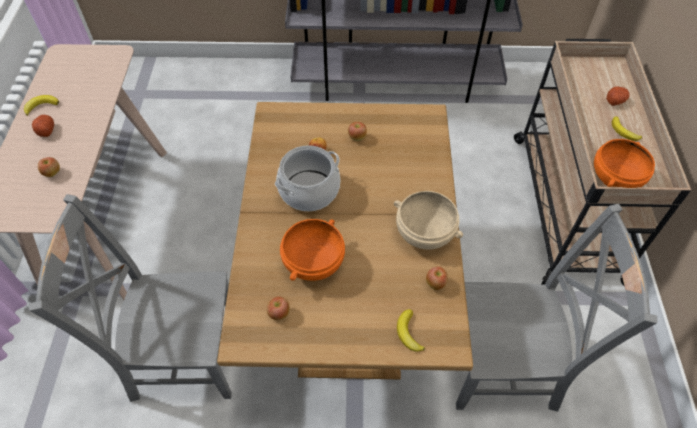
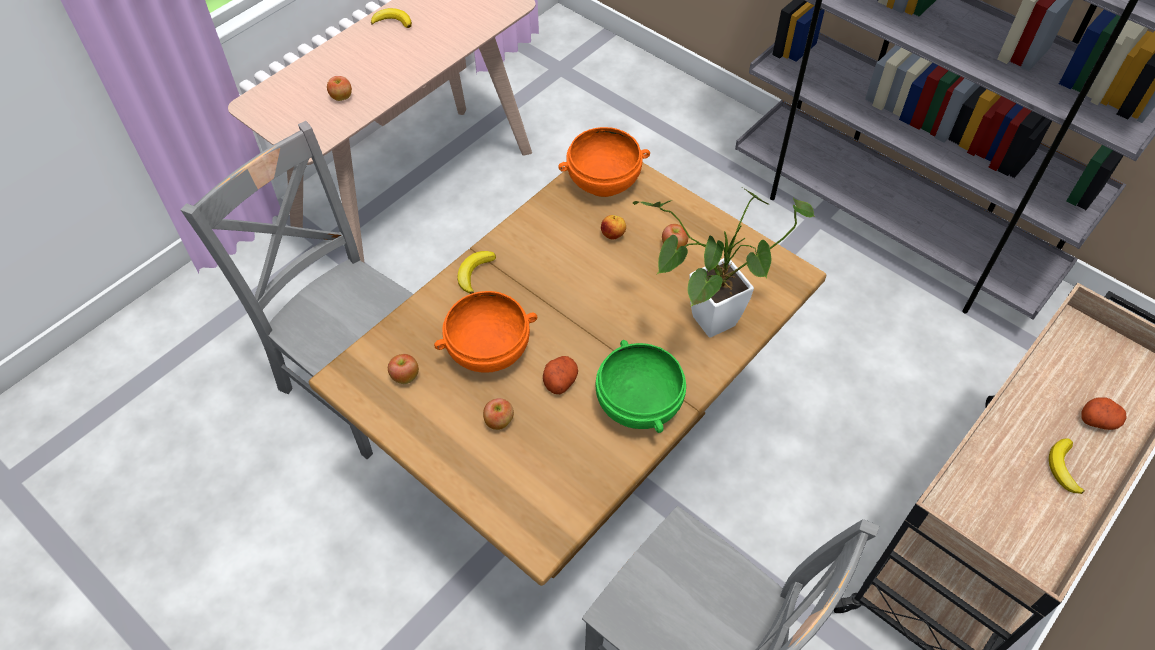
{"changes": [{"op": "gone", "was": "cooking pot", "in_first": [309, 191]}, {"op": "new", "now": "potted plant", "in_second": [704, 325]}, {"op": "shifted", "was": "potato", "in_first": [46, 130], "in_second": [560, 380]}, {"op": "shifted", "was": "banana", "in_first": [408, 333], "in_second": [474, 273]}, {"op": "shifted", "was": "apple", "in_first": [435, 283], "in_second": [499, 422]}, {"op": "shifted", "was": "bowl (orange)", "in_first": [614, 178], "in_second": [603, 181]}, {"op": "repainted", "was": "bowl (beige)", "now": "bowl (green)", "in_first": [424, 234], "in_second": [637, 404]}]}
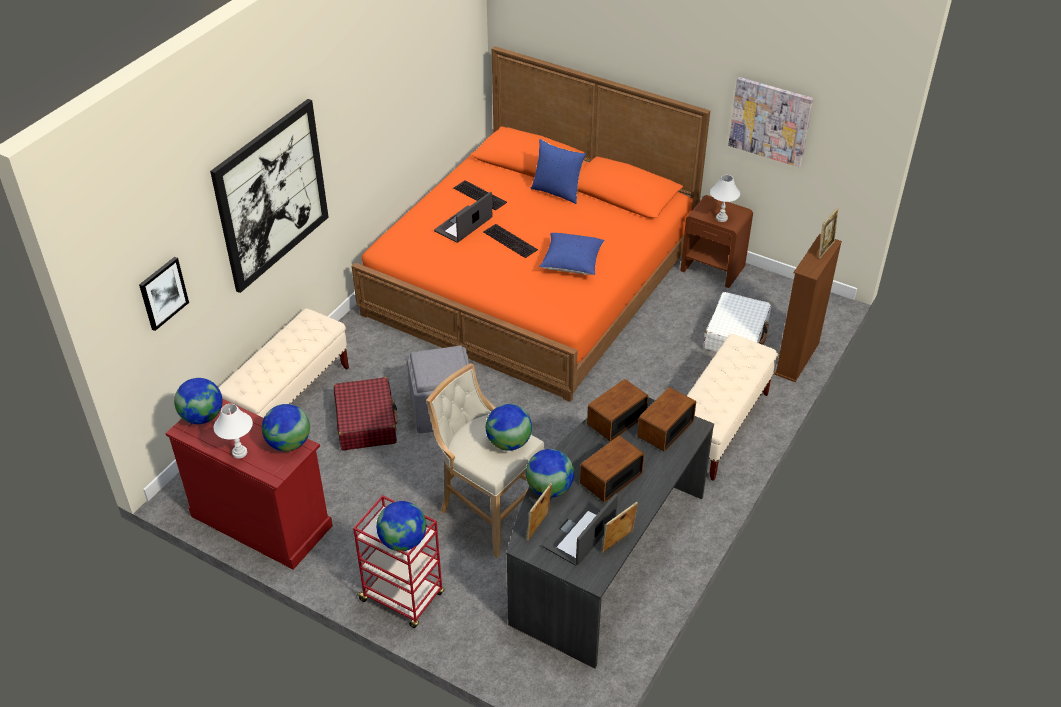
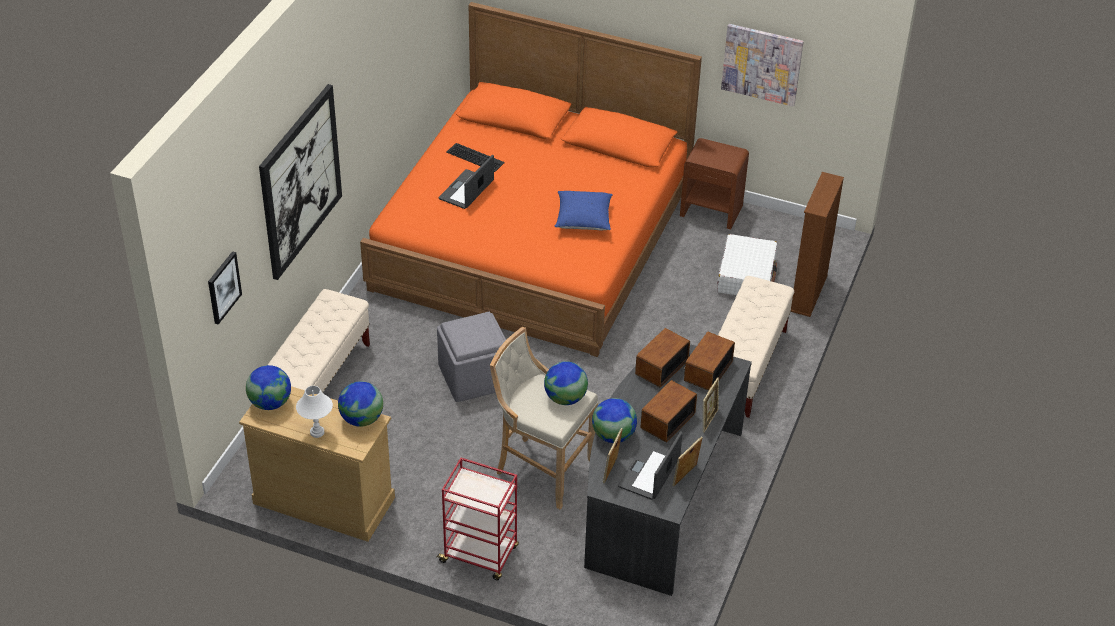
{"changes": [{"op": "gone", "was": "suitcase (red)", "in_first": [366, 422]}, {"op": "gone", "was": "globe", "in_first": [403, 541]}, {"op": "gone", "was": "keyboard", "in_first": [511, 240]}, {"op": "gone", "was": "pillow (blue)", "in_first": [557, 192]}, {"op": "gone", "was": "table lamp (white)", "in_first": [721, 218]}, {"op": "shifted", "was": "picture frame", "in_first": [825, 249], "in_second": [709, 420]}, {"op": "repainted", "was": "dresser (red)", "now": "dresser (beige)", "in_first": [261, 520], "in_second": [324, 500]}]}
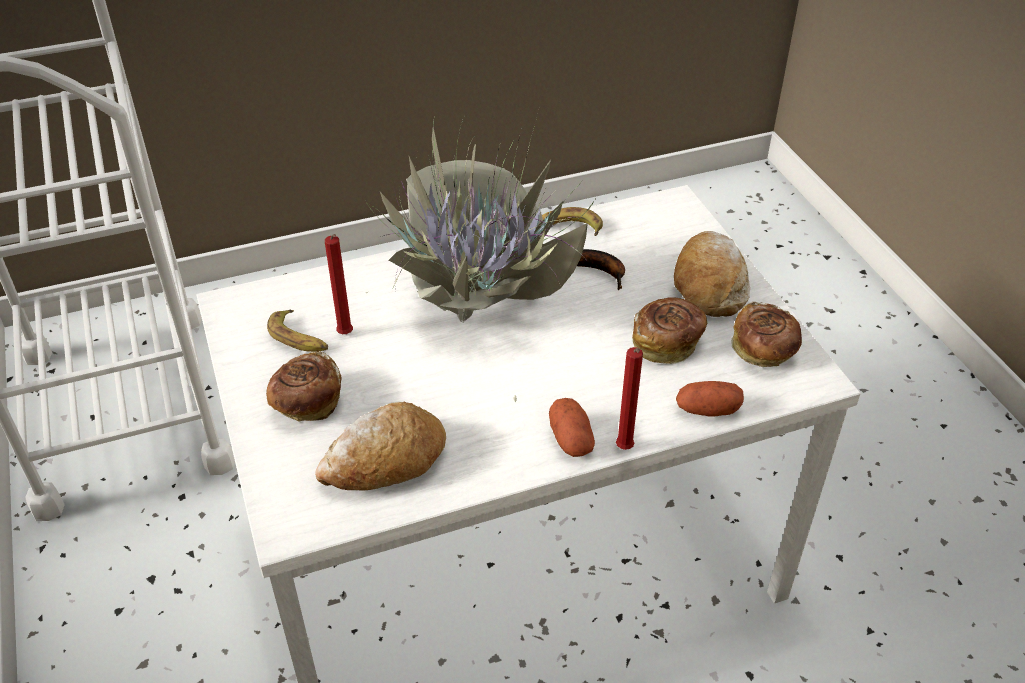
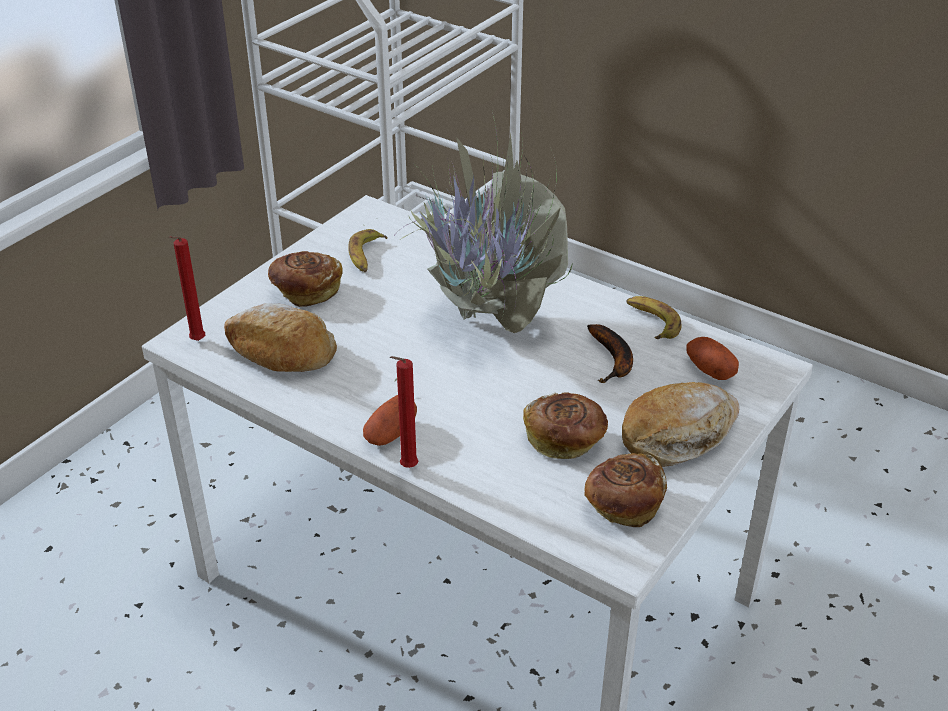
{"changes": [{"op": "shifted", "was": "candle (red)", "in_first": [346, 335], "in_second": [196, 342]}, {"op": "shifted", "was": "potato", "in_first": [707, 410], "in_second": [710, 370]}]}
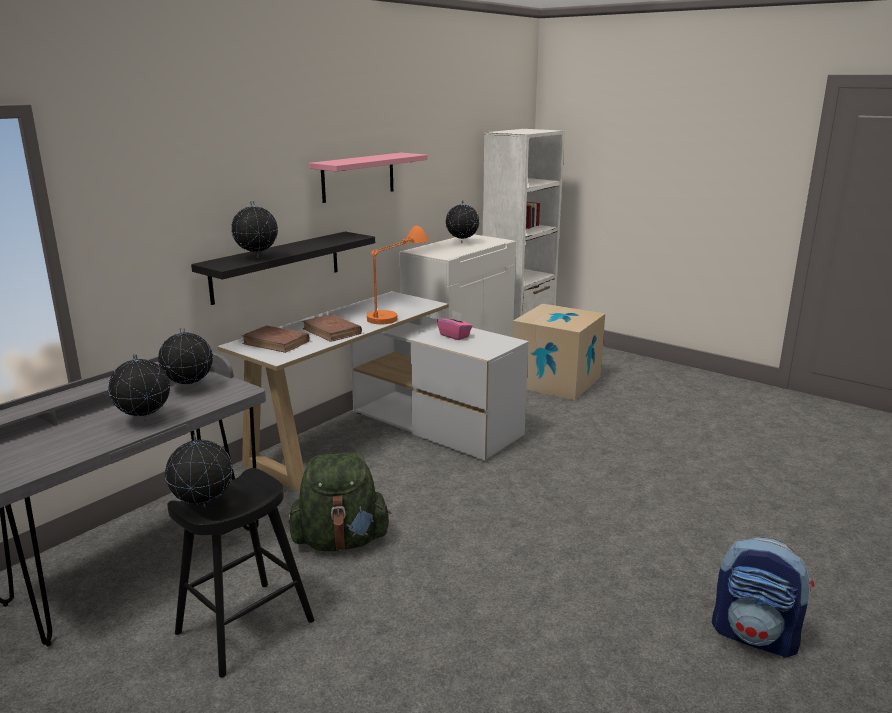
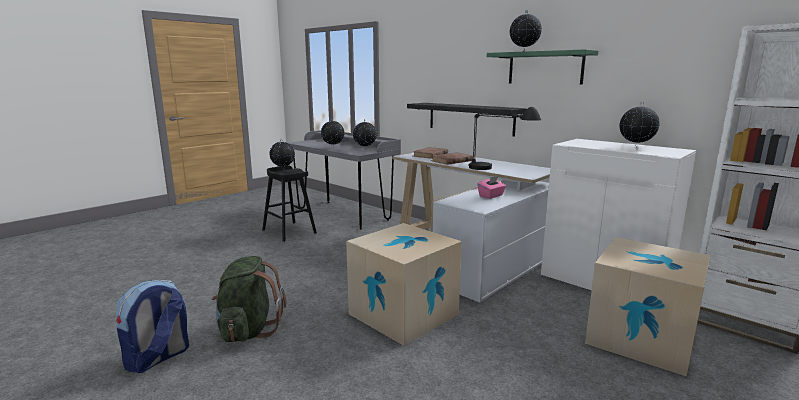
{"changes": [{"op": "new", "now": "cardboard box", "in_second": [403, 314]}, {"op": "shifted", "was": "globe", "in_first": [257, 257], "in_second": [523, 51]}, {"op": "shifted", "was": "backpack (green)", "in_first": [341, 541], "in_second": [248, 330]}, {"op": "repainted", "was": "shelf (pink)", "now": "shelf (green)", "in_first": [358, 177], "in_second": [545, 68]}, {"op": "repainted", "was": "table lamp (orange)", "now": "table lamp (black)", "in_first": [397, 312], "in_second": [499, 170]}]}
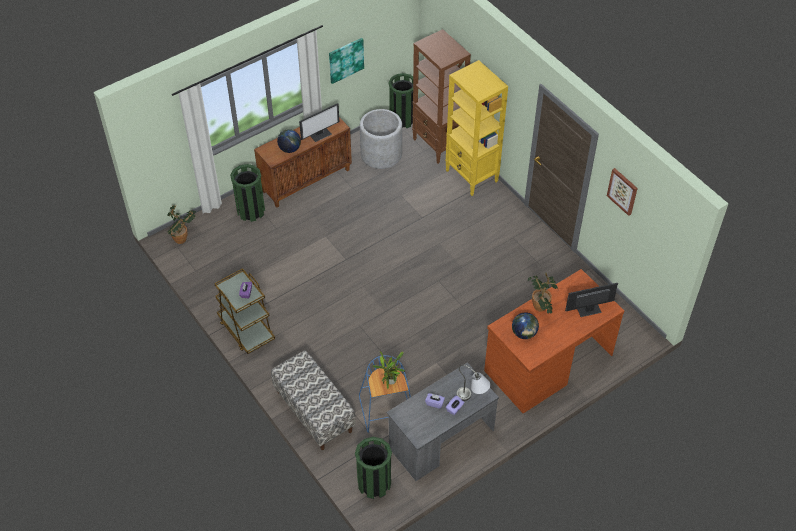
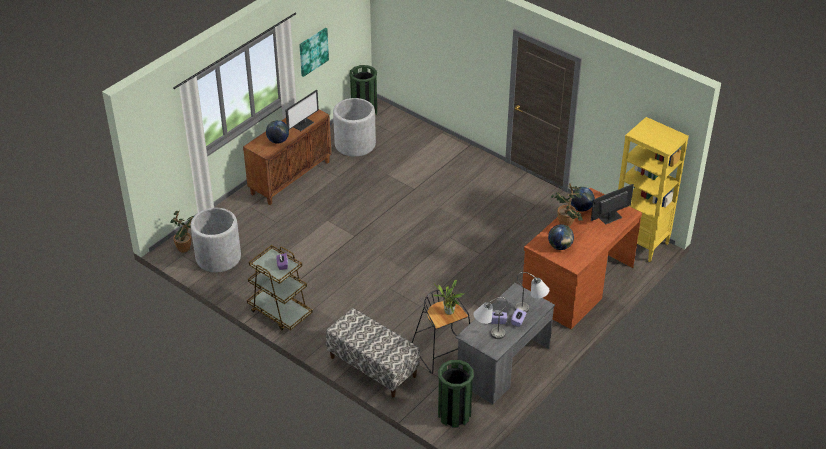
{"changes": [{"op": "gone", "was": "trash can (green)", "in_first": [251, 211]}, {"op": "gone", "was": "bookcase (brown)", "in_first": [438, 145]}, {"op": "gone", "was": "picture", "in_first": [623, 191]}, {"op": "new", "now": "planter (grey)", "in_second": [218, 257]}, {"op": "new", "now": "table lamp (grey)", "in_second": [488, 335]}, {"op": "new", "now": "globe", "in_second": [581, 208]}, {"op": "shifted", "was": "bookcase (yellow)", "in_first": [472, 176], "in_second": [640, 243]}, {"op": "repainted", "was": "stool (blue)", "now": "stool (black)", "in_first": [387, 411], "in_second": [443, 353]}]}
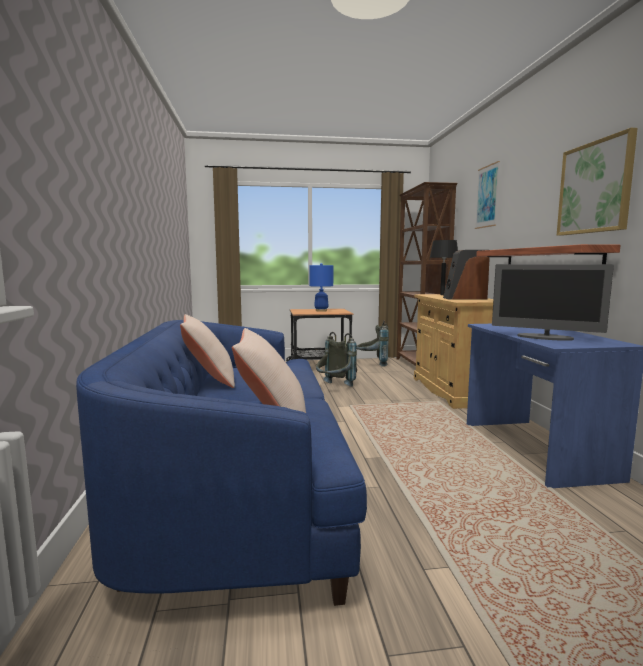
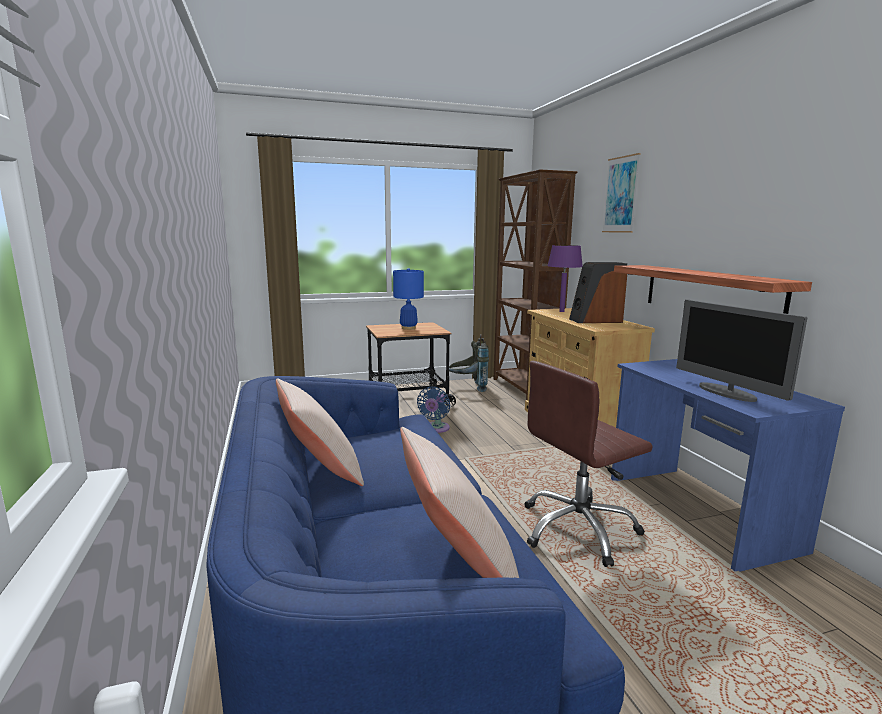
{"changes": [{"op": "gone", "was": "picture", "in_first": [595, 187]}, {"op": "new", "now": "office chair (brown)", "in_second": [578, 529]}, {"op": "swapped", "was": "backpack (grey)", "now": "fan (blue)", "in_first": [334, 387], "in_second": [436, 429]}, {"op": "repainted", "was": "table lamp (black)", "now": "table lamp (purple)", "in_first": [442, 295], "in_second": [562, 311]}, {"op": "rotated", "was": "monitor", "in_first": [545, 337], "in_second": [727, 393], "clockwise": 45}]}
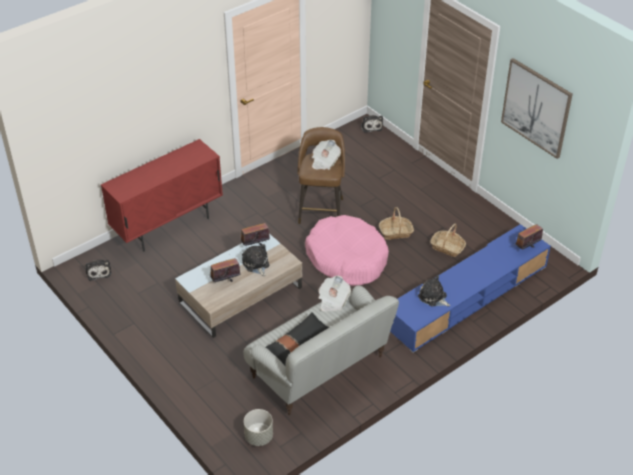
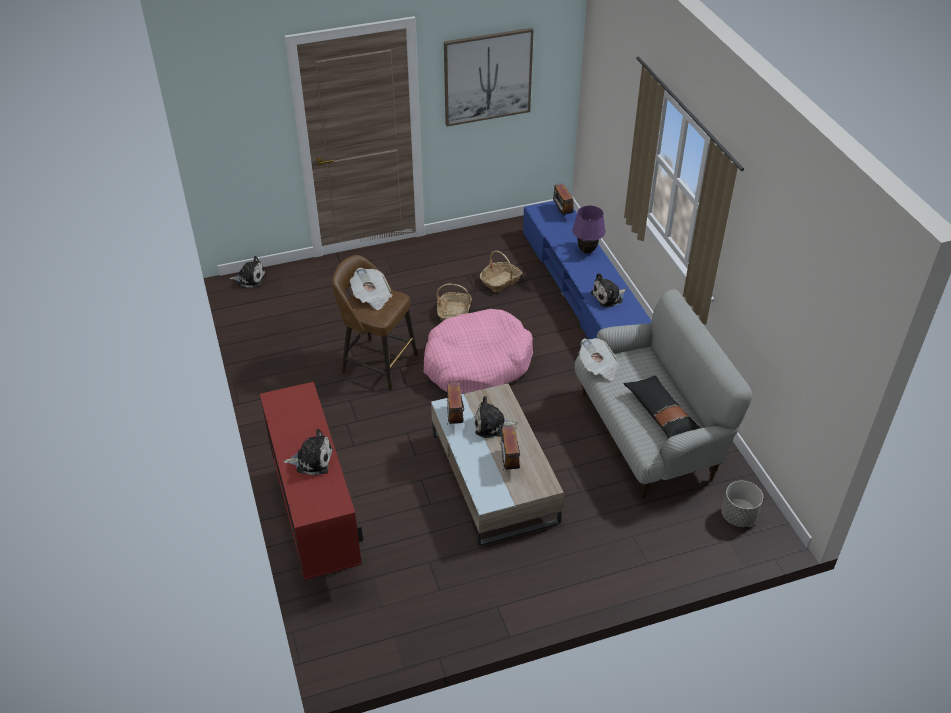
{"changes": [{"op": "new", "now": "table lamp (purple)", "in_second": [586, 251]}, {"op": "shifted", "was": "plush toy", "in_first": [98, 272], "in_second": [312, 460]}]}
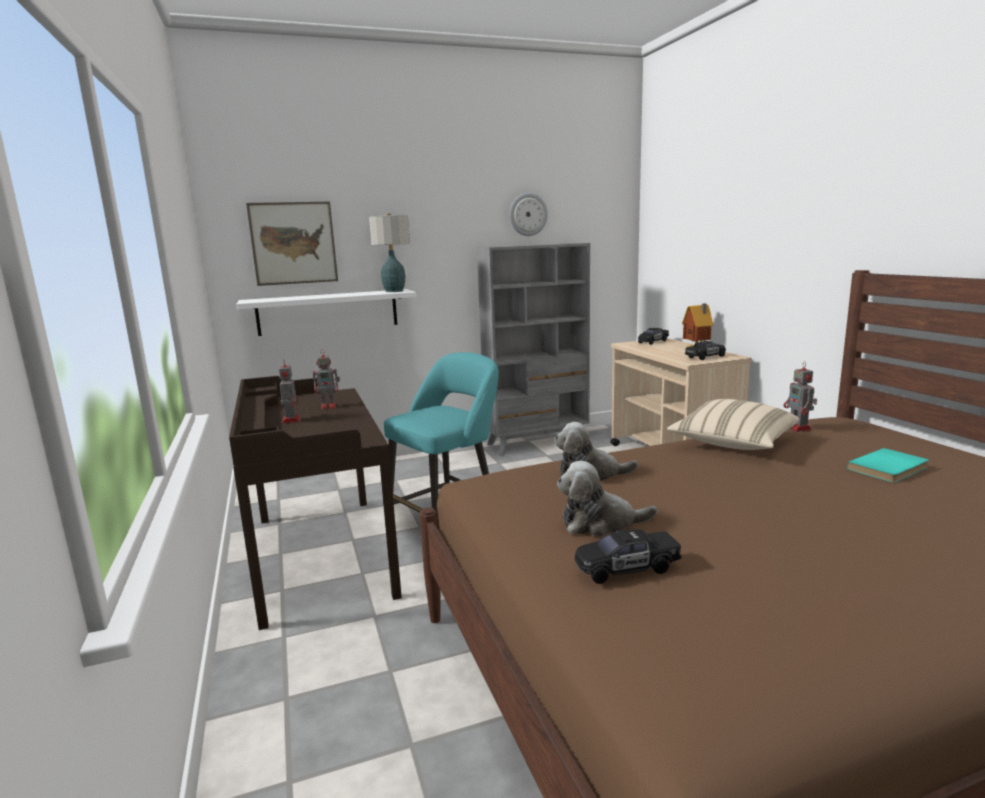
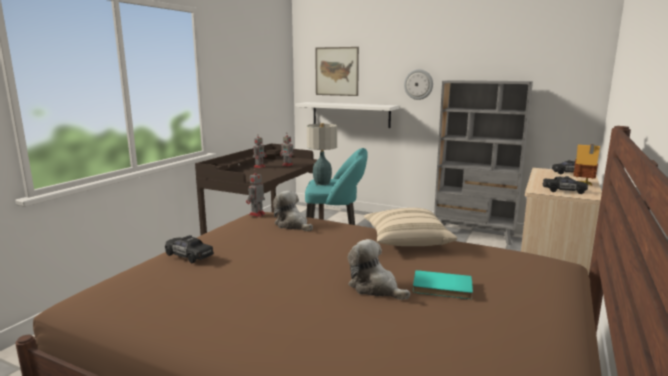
{"changes": [{"op": "shifted", "was": "table lamp", "in_first": [395, 291], "in_second": [322, 183]}, {"op": "shifted", "was": "wall clock", "in_first": [528, 214], "in_second": [418, 84]}, {"op": "shifted", "was": "plush toy", "in_first": [600, 523], "in_second": [375, 288]}, {"op": "shifted", "was": "toy robot", "in_first": [799, 428], "in_second": [256, 214]}]}
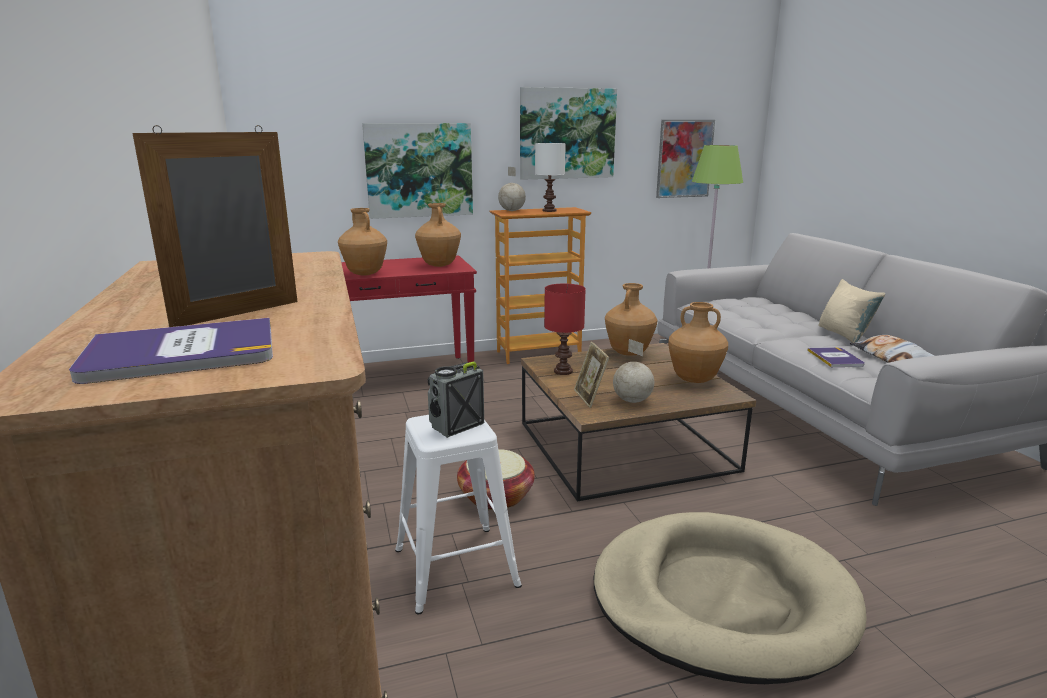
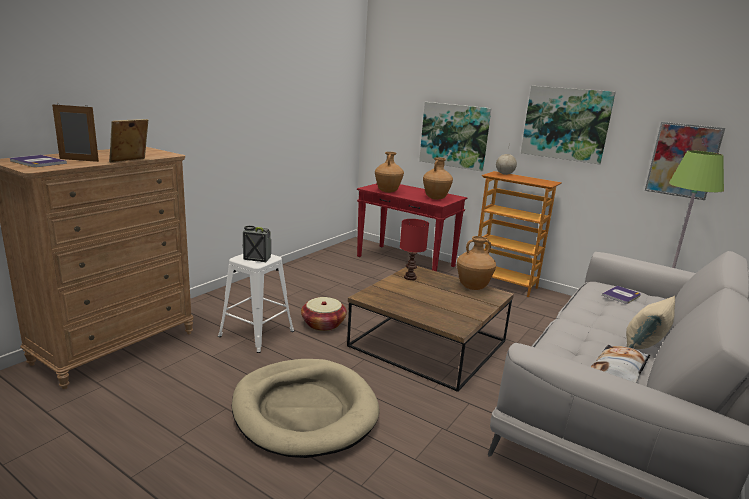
{"changes": [{"op": "gone", "was": "table lamp (white)", "in_first": [550, 211]}, {"op": "gone", "was": "globe", "in_first": [632, 401]}, {"op": "gone", "was": "vase (brown)", "in_first": [694, 379]}, {"op": "shifted", "was": "picture frame", "in_first": [590, 398], "in_second": [130, 161]}, {"op": "shifted", "was": "book", "in_first": [835, 358], "in_second": [621, 295]}]}
